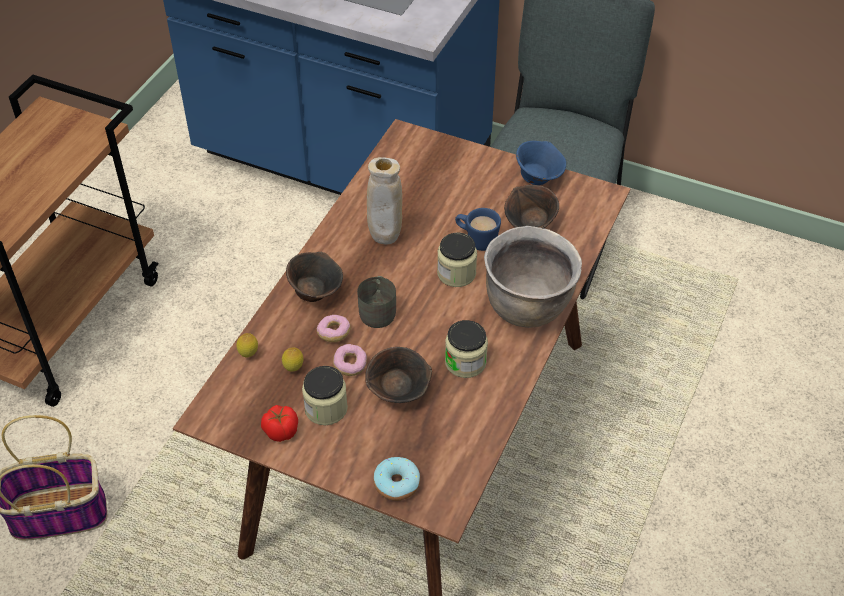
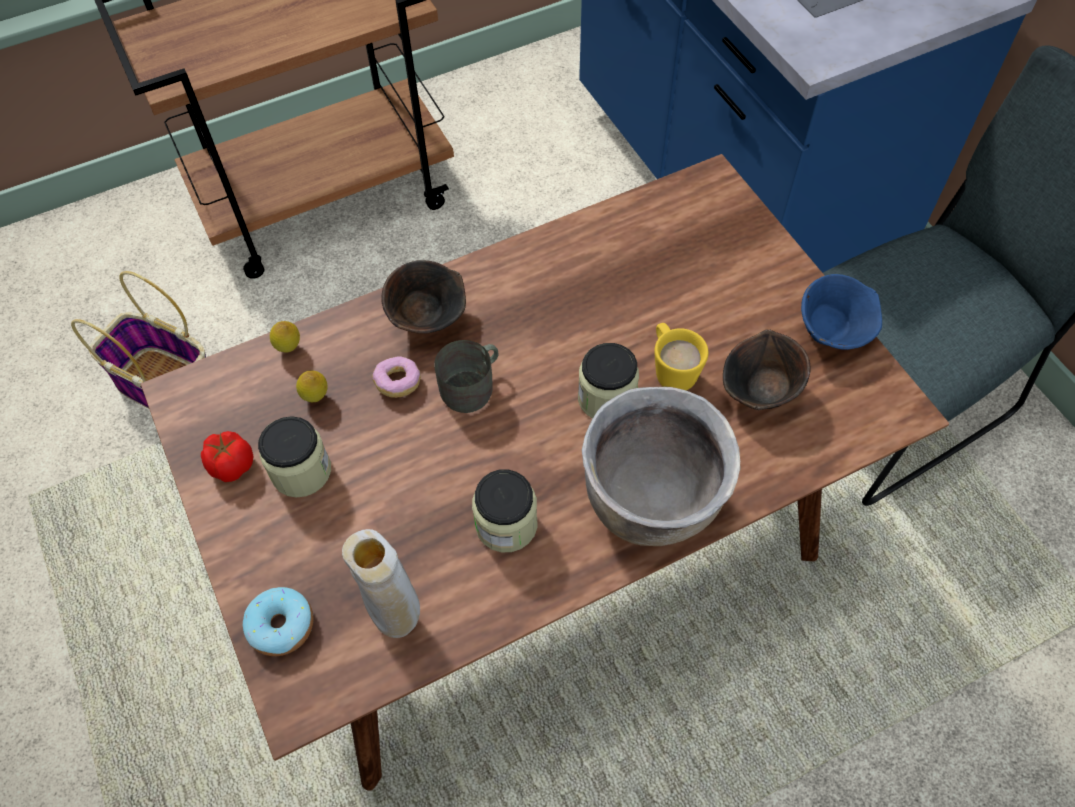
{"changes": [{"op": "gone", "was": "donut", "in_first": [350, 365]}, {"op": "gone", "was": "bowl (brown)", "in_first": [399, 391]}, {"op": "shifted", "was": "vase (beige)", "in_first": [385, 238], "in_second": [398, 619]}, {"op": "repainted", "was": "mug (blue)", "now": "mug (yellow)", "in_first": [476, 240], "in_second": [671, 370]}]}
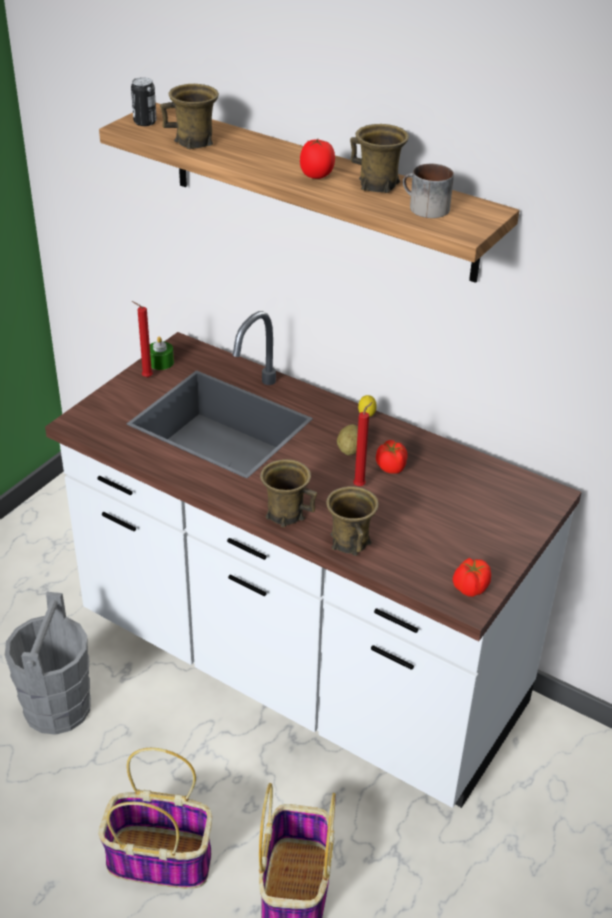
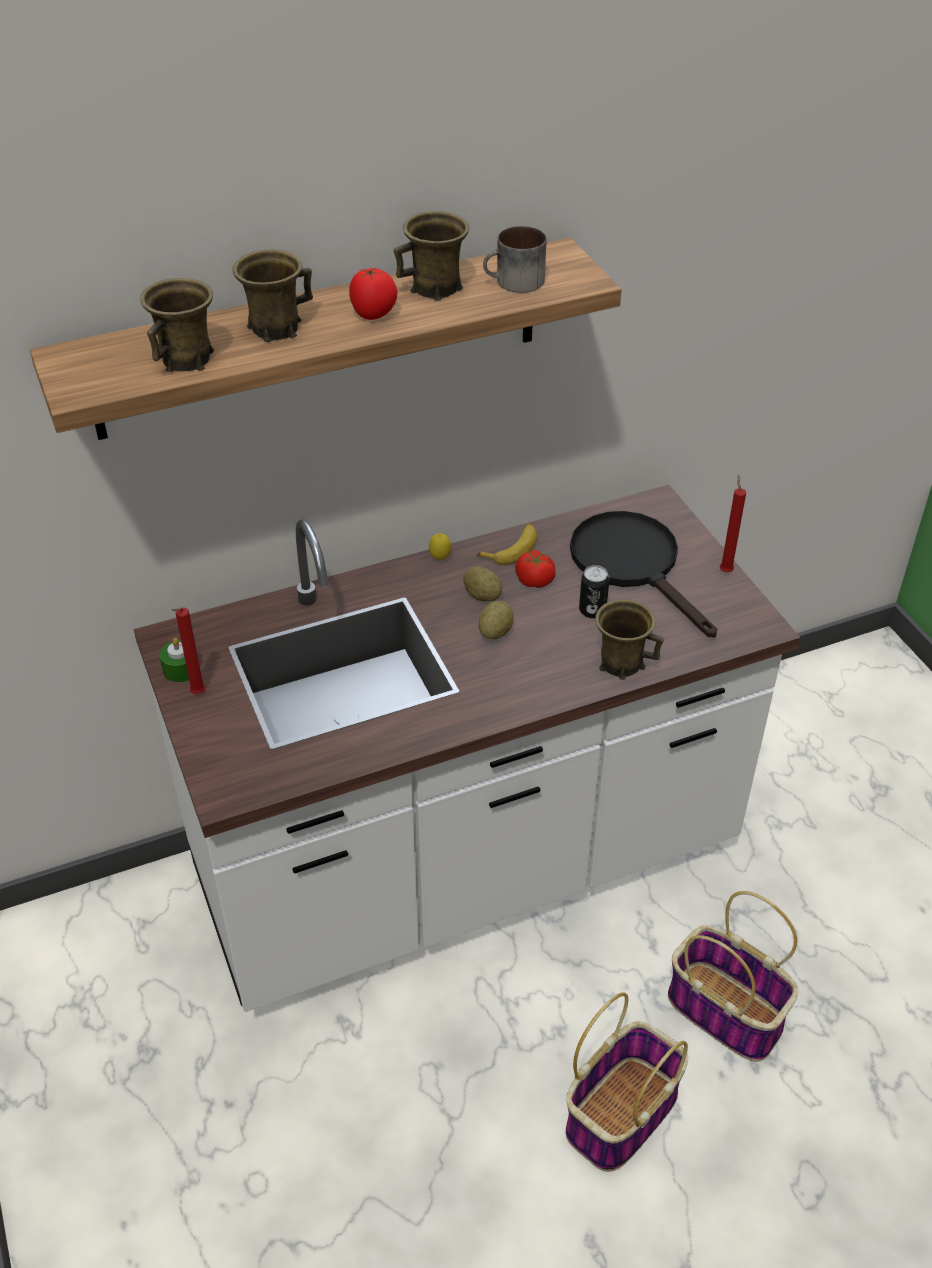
{"changes": [{"op": "gone", "was": "bucket (grey)", "in_first": [58, 706]}, {"op": "gone", "was": "tomato", "in_first": [470, 588]}, {"op": "new", "now": "banana", "in_second": [512, 549]}, {"op": "new", "now": "potato", "in_second": [495, 632]}, {"op": "new", "now": "frying pan (black)", "in_second": [633, 565]}, {"op": "shifted", "was": "can", "in_first": [145, 122], "in_second": [592, 610]}, {"op": "shifted", "was": "mug (brown)", "in_first": [285, 513], "in_second": [274, 328]}, {"op": "shifted", "was": "candle (red)", "in_first": [360, 485], "in_second": [725, 570]}]}
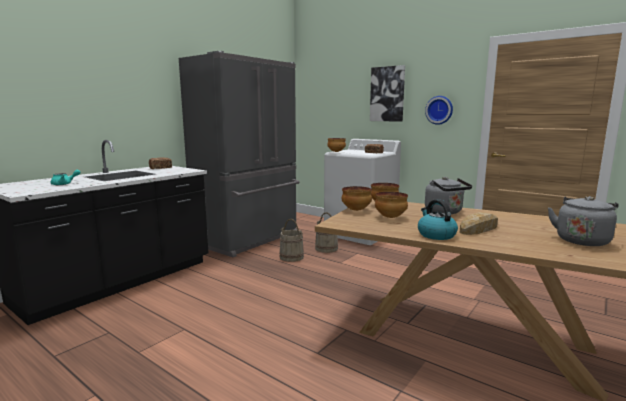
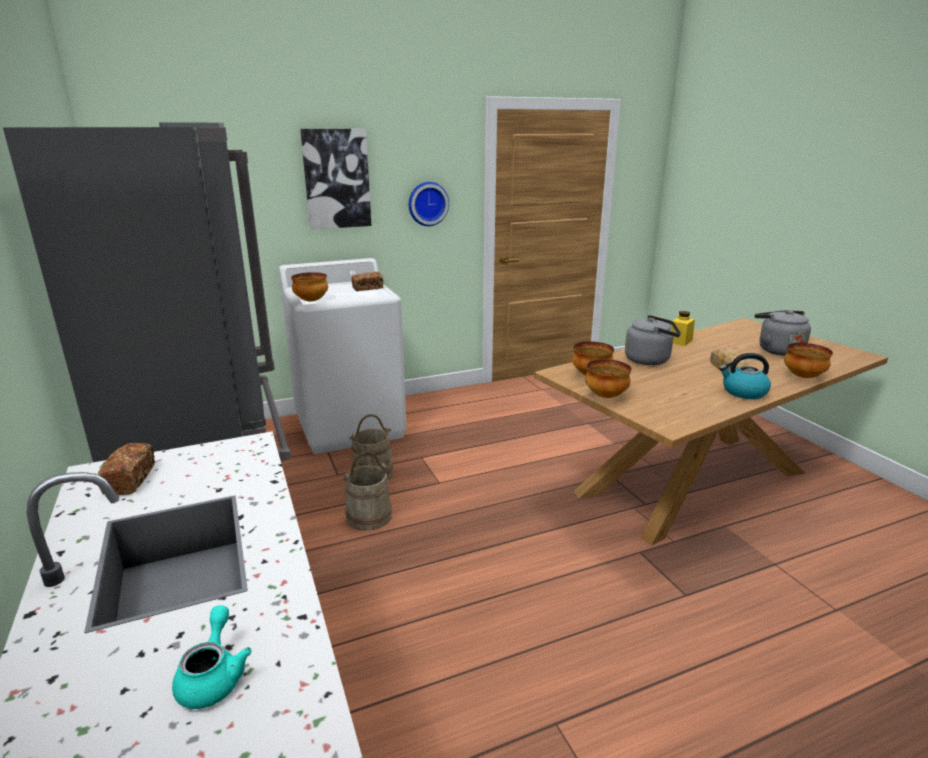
{"changes": [{"op": "new", "now": "jar (yellow)", "in_second": [680, 341]}, {"op": "shifted", "was": "bowl", "in_first": [390, 217], "in_second": [804, 377]}]}
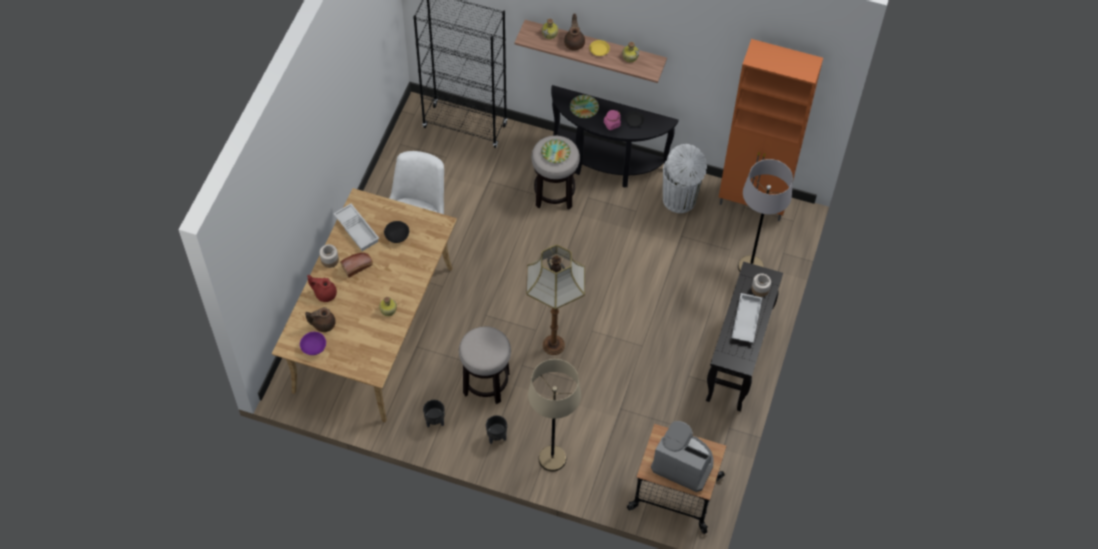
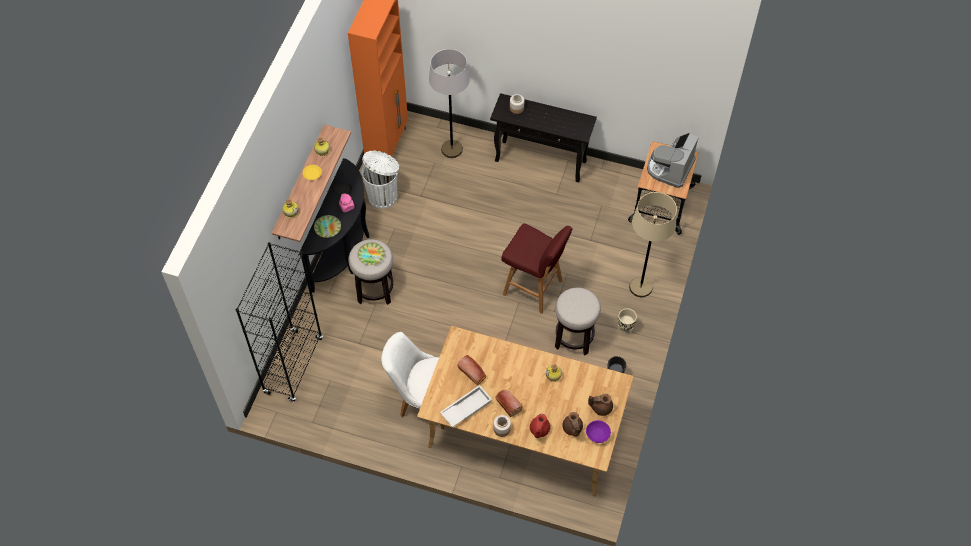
{"changes": [{"op": "gone", "was": "tray (white)", "in_first": [745, 320]}, {"op": "shifted", "was": "teapot (brown)", "in_first": [574, 43], "in_second": [601, 407]}, {"op": "swapped", "was": "bowl (black)", "now": "bread", "in_first": [397, 236], "in_second": [472, 373]}, {"op": "swapped", "was": "floor lamp", "now": "stool (red)", "in_first": [553, 346], "in_second": [534, 288]}, {"op": "repainted", "was": "planter (black)", "now": "planter (beige)", "in_first": [496, 437], "in_second": [625, 328]}]}
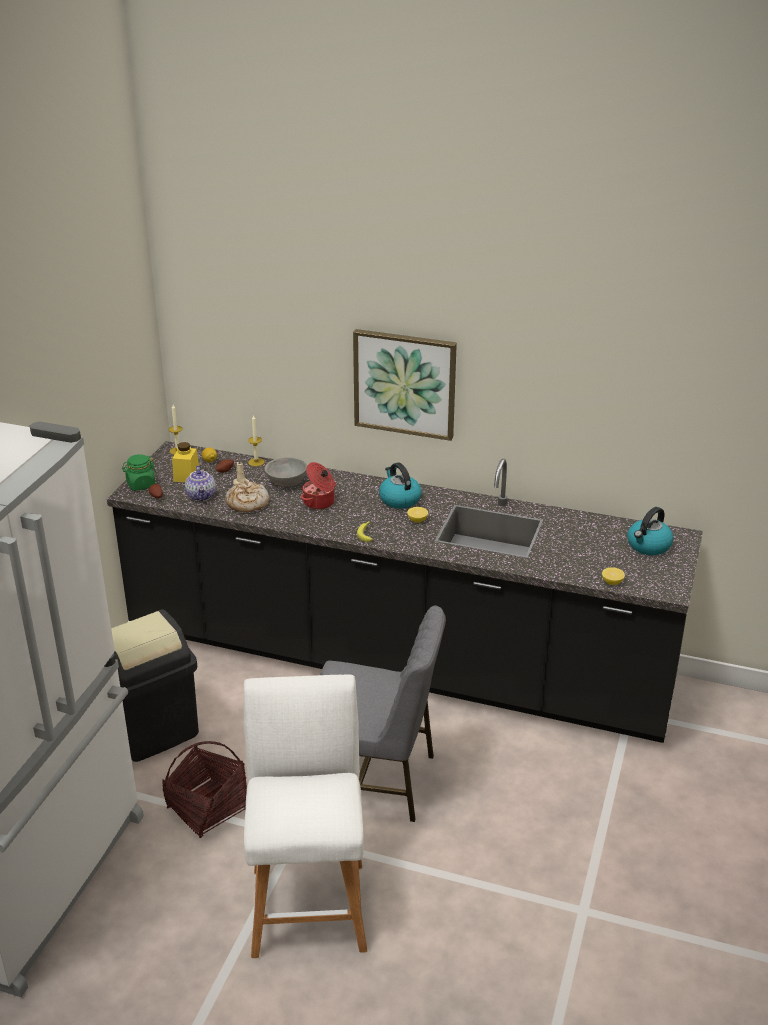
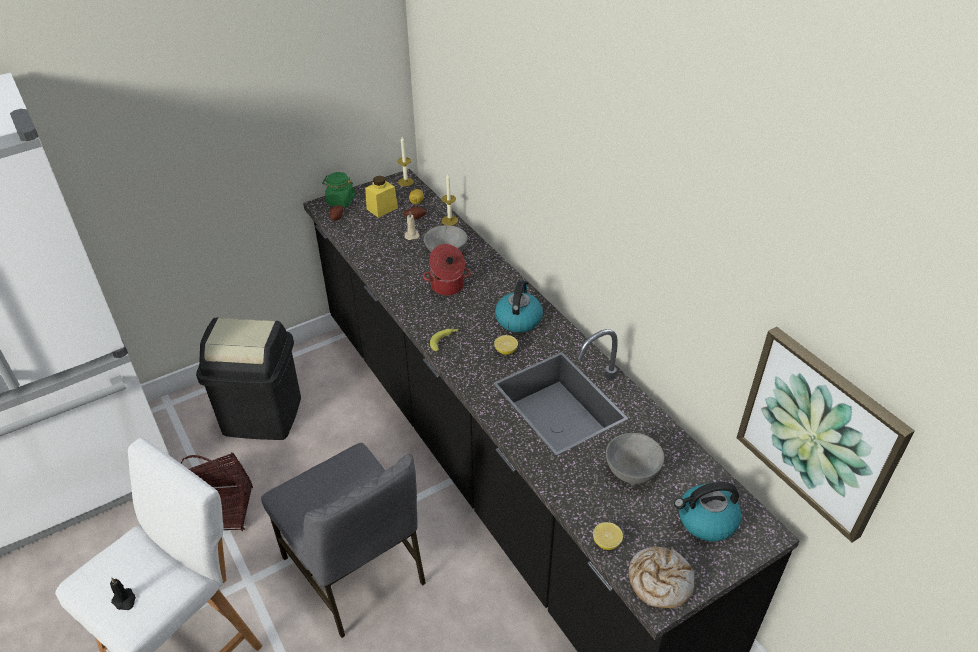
{"changes": [{"op": "gone", "was": "teapot", "in_first": [202, 496]}, {"op": "new", "now": "candle (black)", "in_second": [125, 600]}, {"op": "new", "now": "bowl (grey)", "in_second": [631, 471]}, {"op": "shifted", "was": "bread", "in_first": [247, 503], "in_second": [659, 581]}, {"op": "shifted", "was": "picture", "in_first": [405, 383], "in_second": [819, 432]}]}
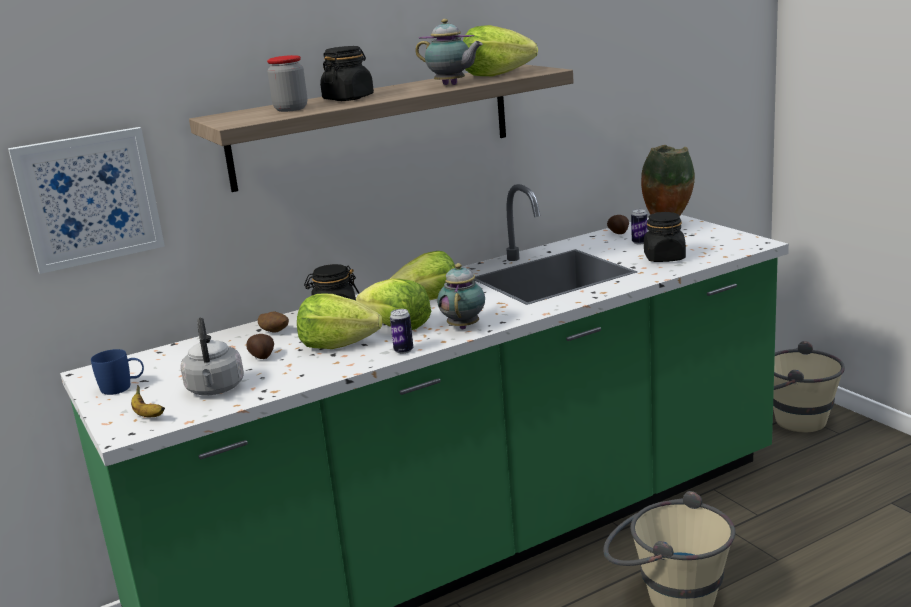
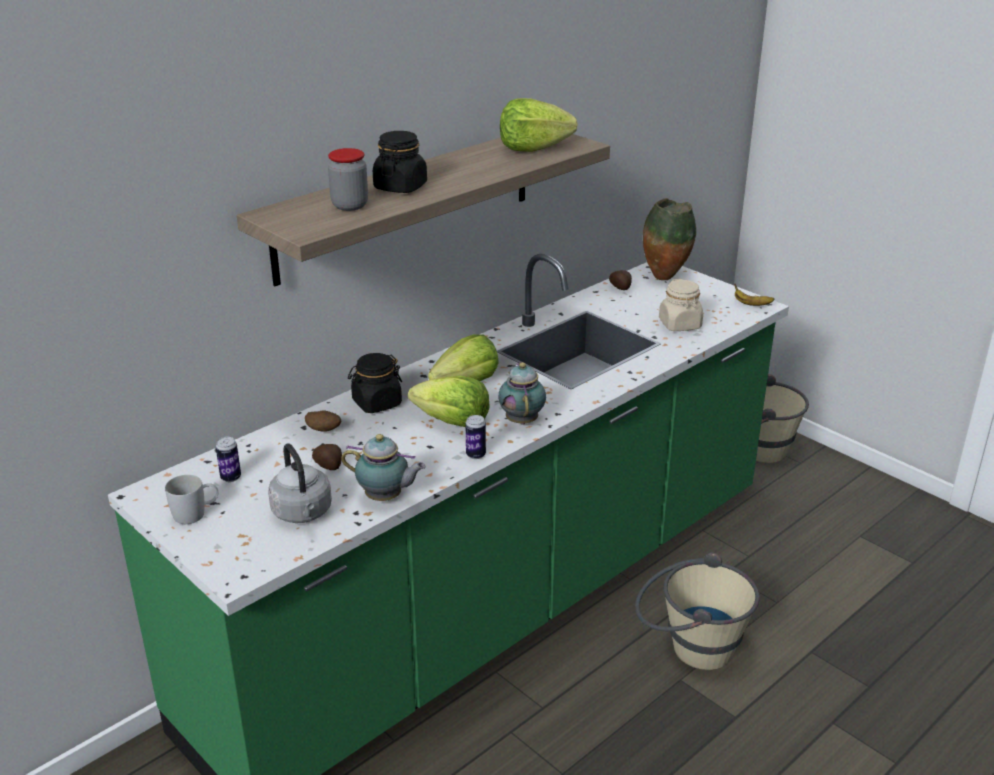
{"changes": [{"op": "gone", "was": "picture", "in_first": [89, 198]}, {"op": "gone", "was": "lettuce", "in_first": [338, 344]}, {"op": "shifted", "was": "banana", "in_first": [147, 415], "in_second": [751, 304]}, {"op": "shifted", "was": "teapot", "in_first": [452, 85], "in_second": [385, 498]}, {"op": "shifted", "was": "can", "in_first": [639, 242], "in_second": [231, 477]}, {"op": "repainted", "was": "mug (blue)", "now": "mug (white)", "in_first": [122, 387], "in_second": [196, 513]}, {"op": "repainted", "was": "jar (black)", "now": "jar (beige)", "in_first": [664, 258], "in_second": [680, 325]}]}
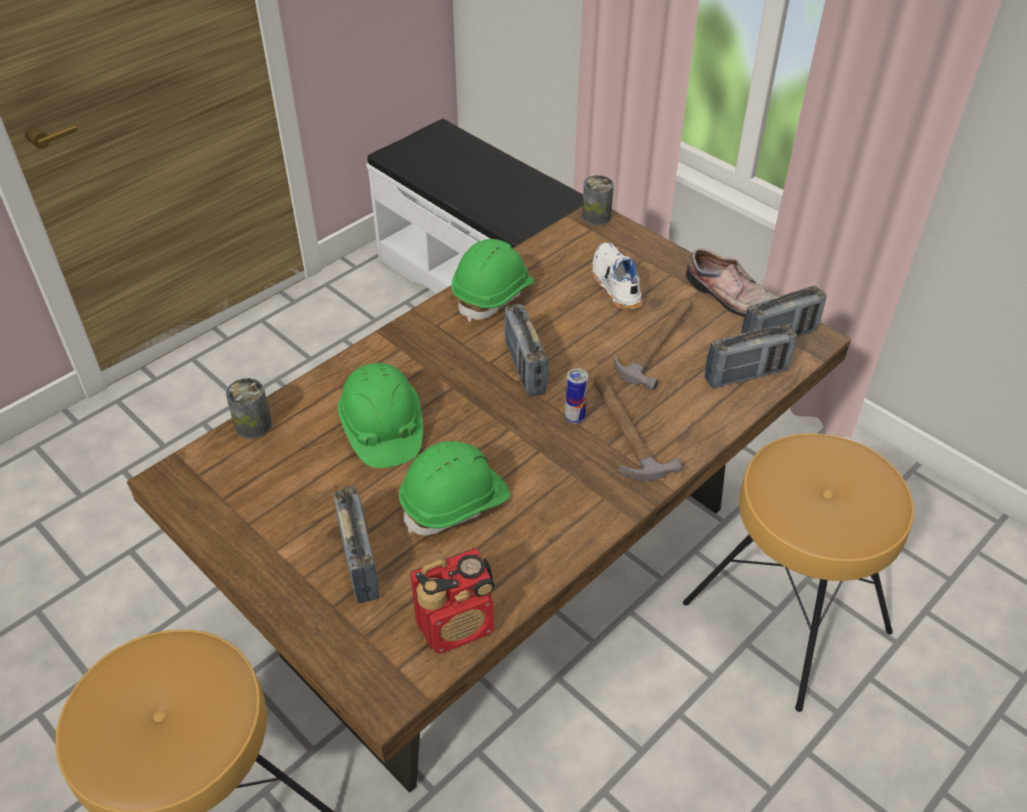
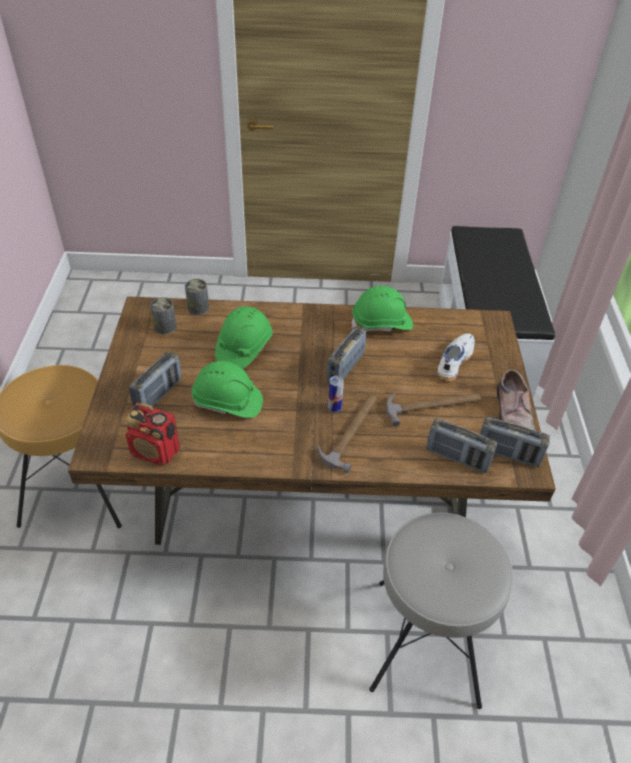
{"changes": [{"op": "shifted", "was": "can", "in_first": [596, 216], "in_second": [165, 327]}, {"op": "repainted", "was": "stool (brown)", "now": "stool (grey)", "in_first": [785, 618], "in_second": [426, 641]}]}
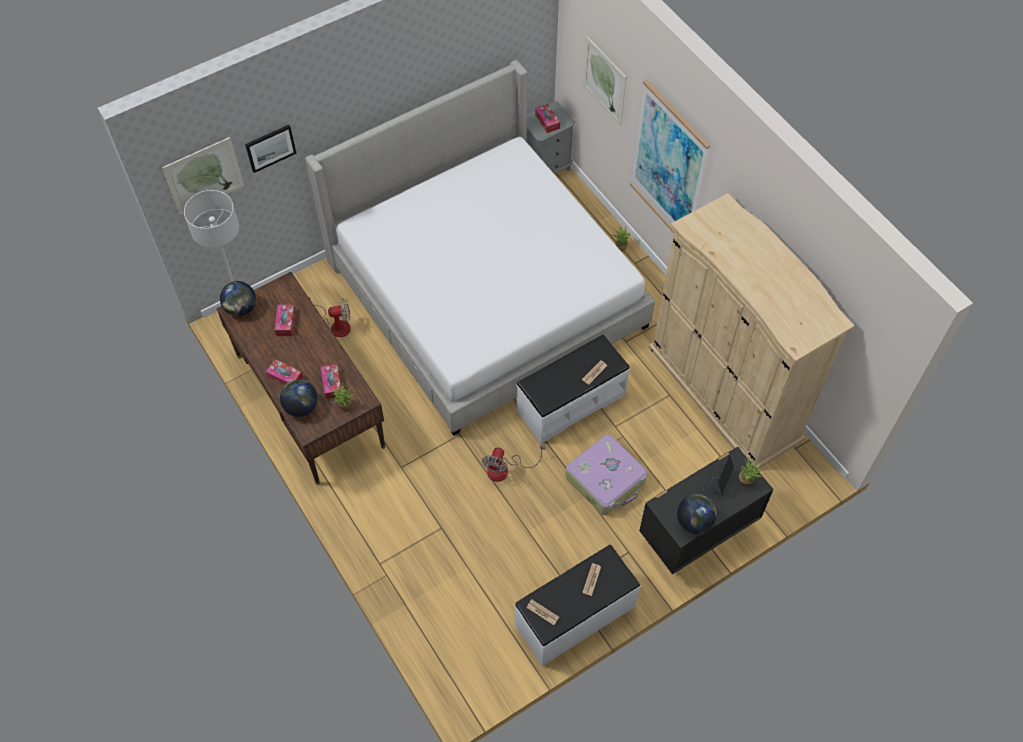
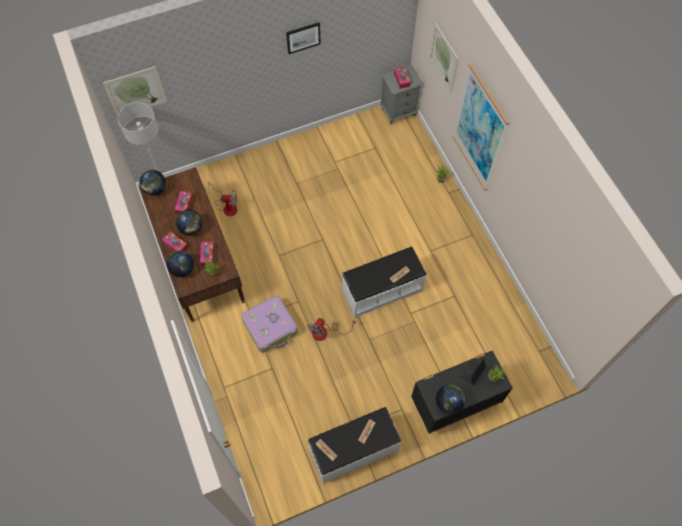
{"changes": [{"op": "gone", "was": "bed", "in_first": [486, 293]}, {"op": "gone", "was": "wardrobe (beige)", "in_first": [724, 393]}, {"op": "new", "now": "globe", "in_second": [191, 229]}, {"op": "shifted", "was": "picture", "in_first": [270, 147], "in_second": [303, 37]}, {"op": "shifted", "was": "suitcase", "in_first": [606, 480], "in_second": [271, 327]}]}
